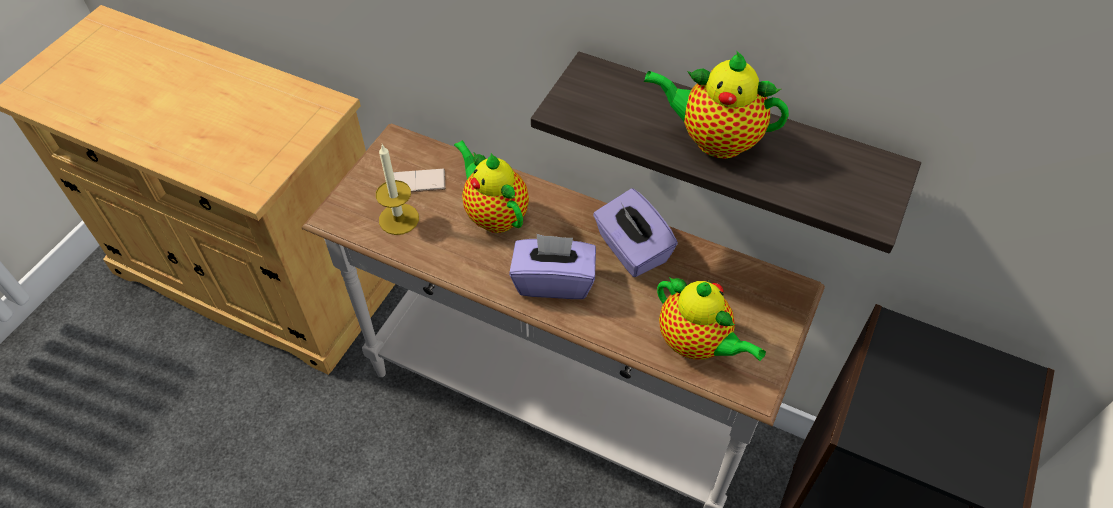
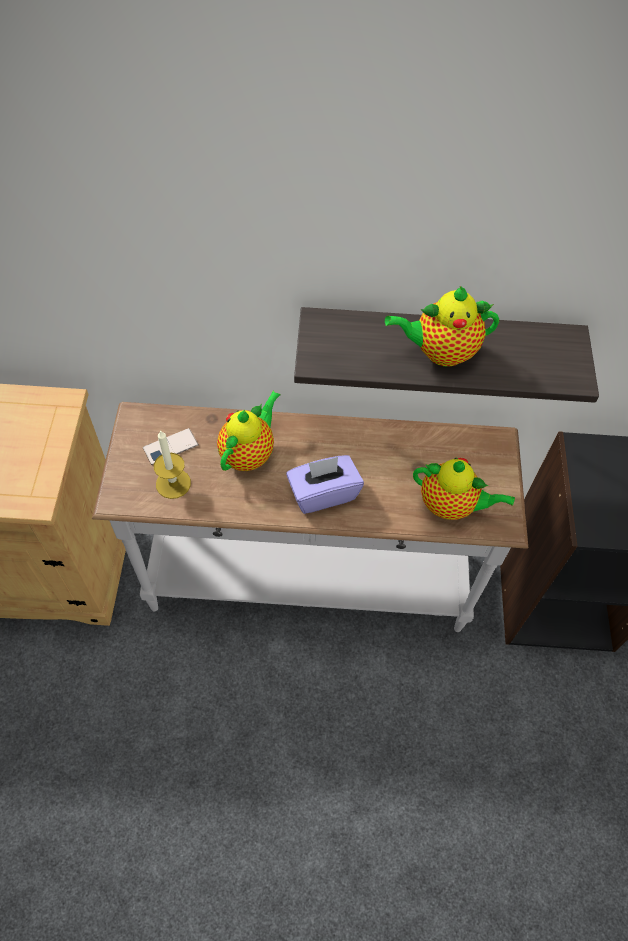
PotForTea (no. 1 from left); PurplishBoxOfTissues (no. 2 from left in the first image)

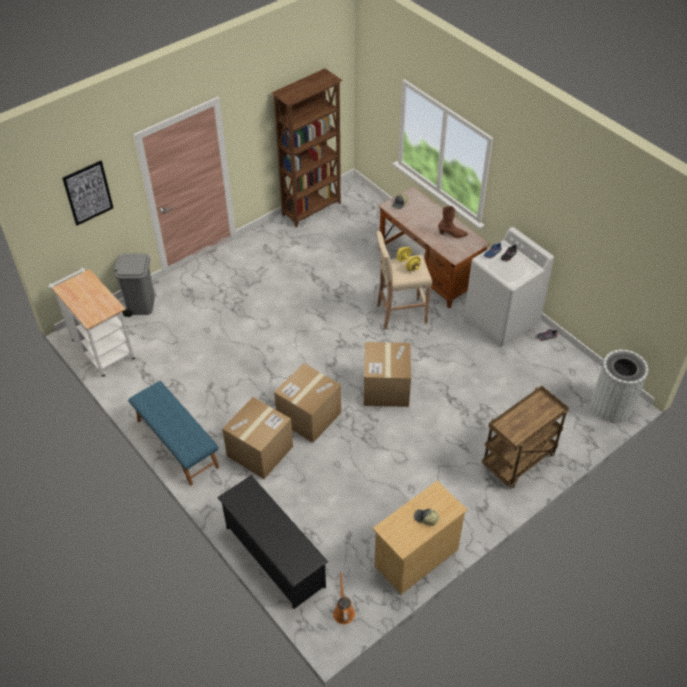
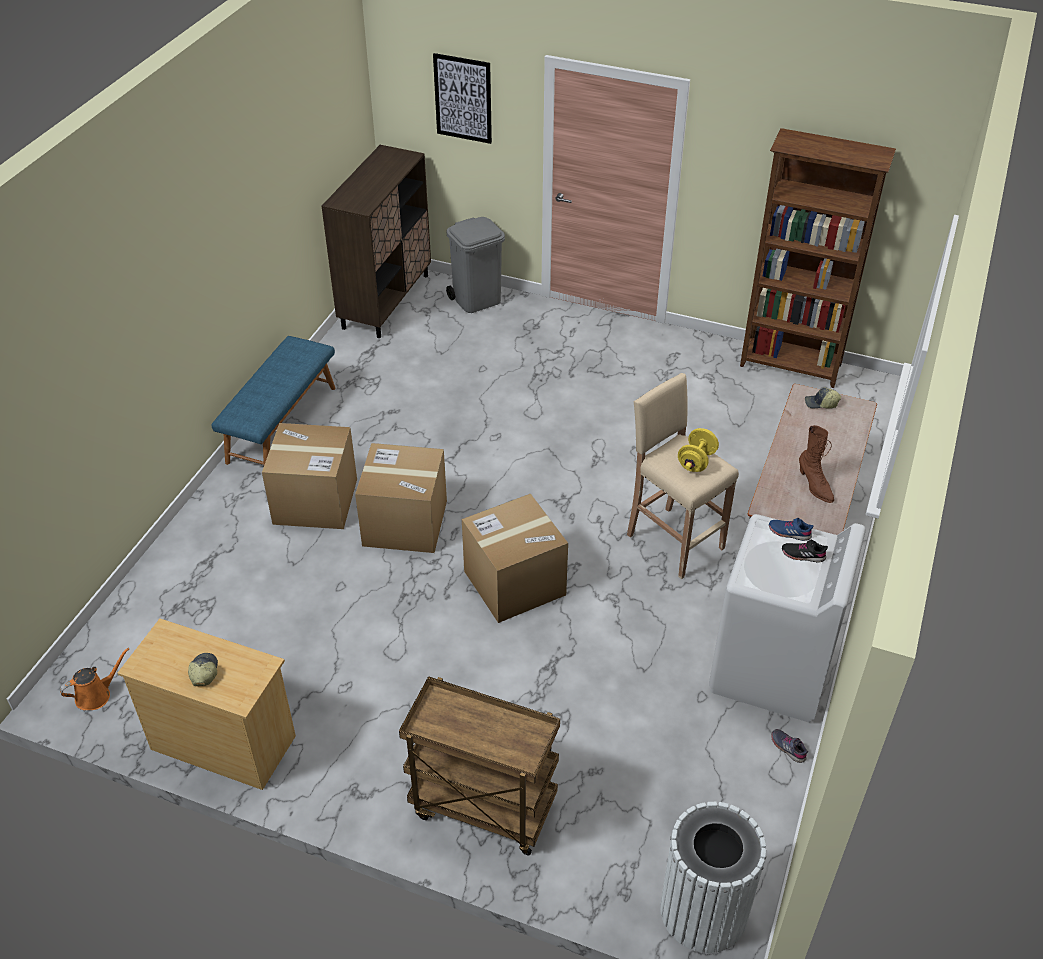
BrownCupboard; BlackShoeStand

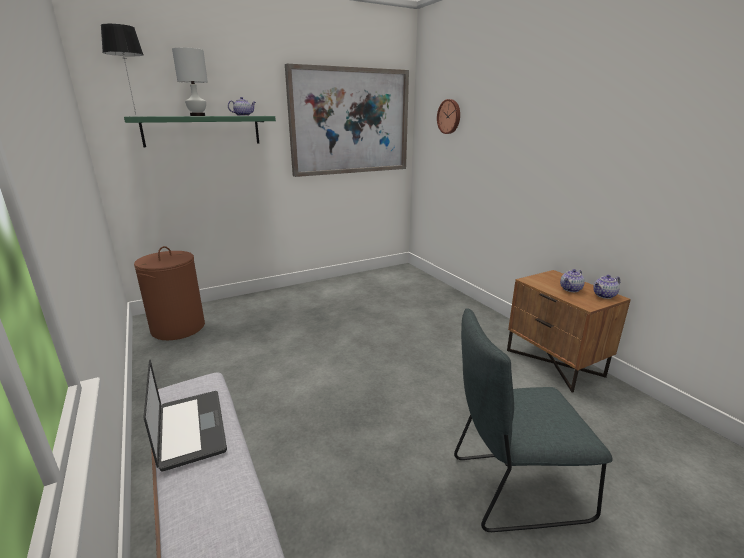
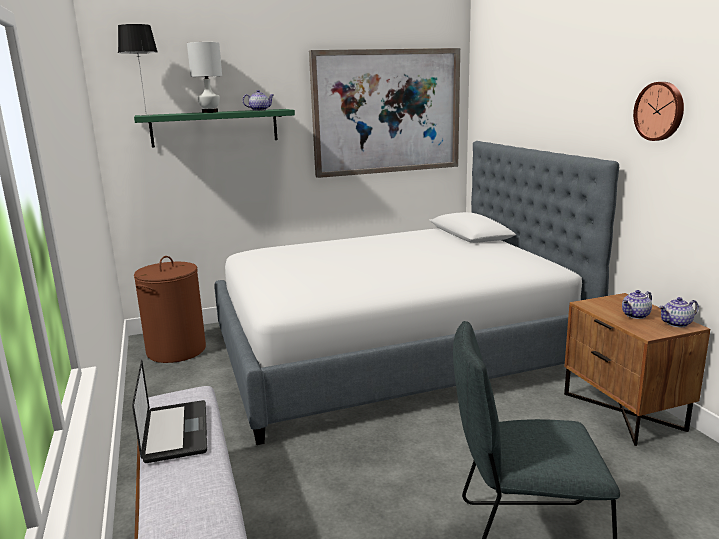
HangingClock; BedroomBed

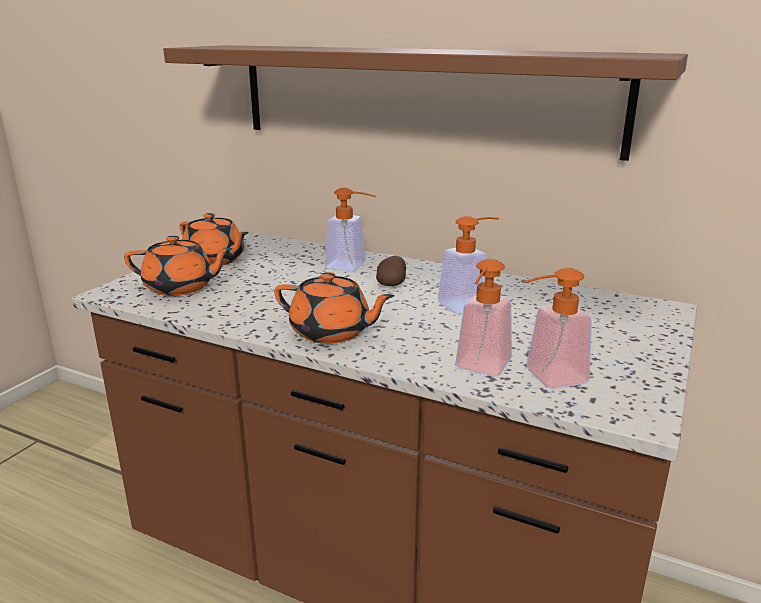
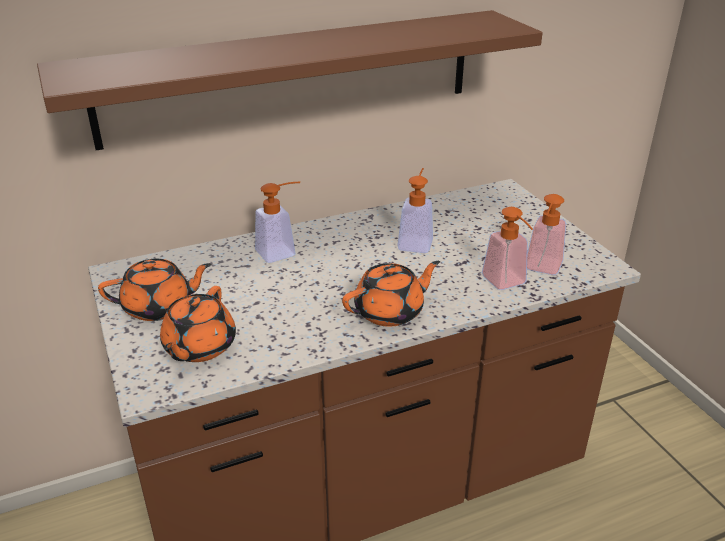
OrangeColouredPotForTea (no. 2 from left); Spud

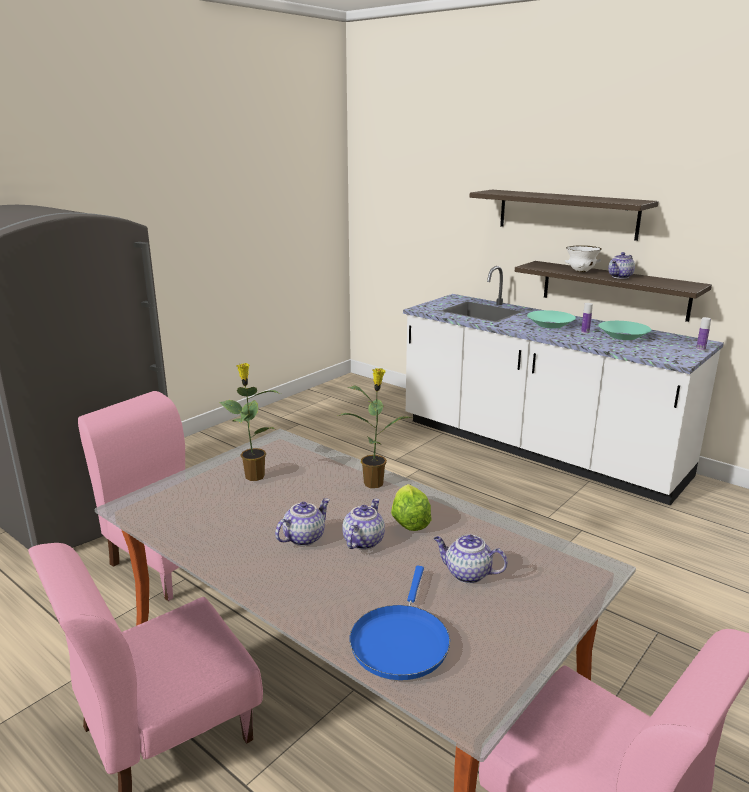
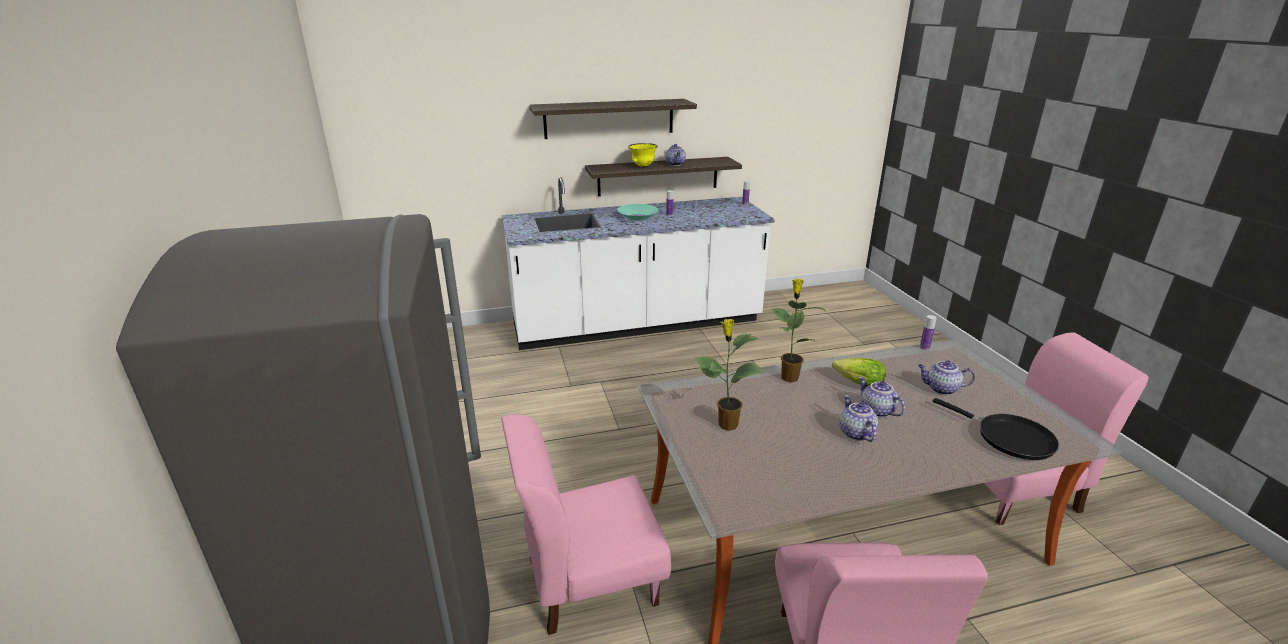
BlackFryingPan; PotForTea (no. 4 from left); YellowColouredServingBowl; TurquoiseServingBowl (no. 2 from left in the first image); Bottle (no. 3 from left)

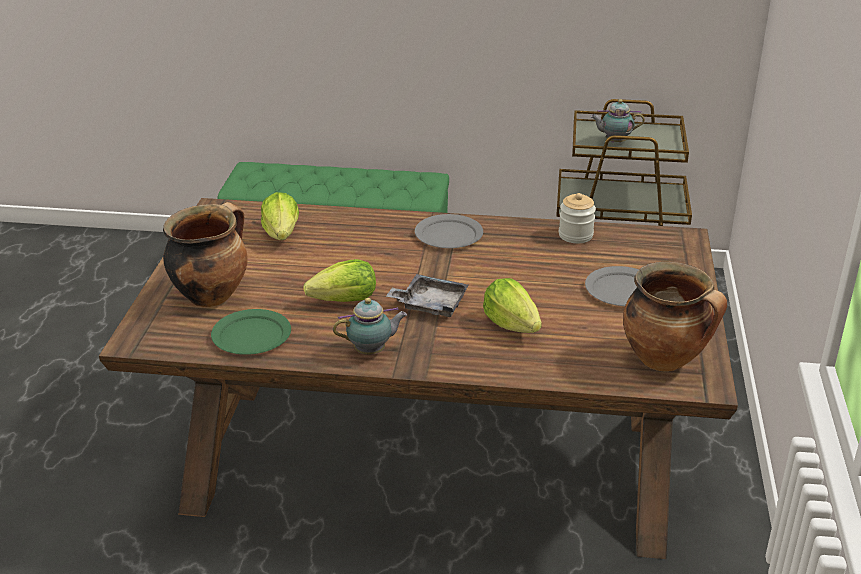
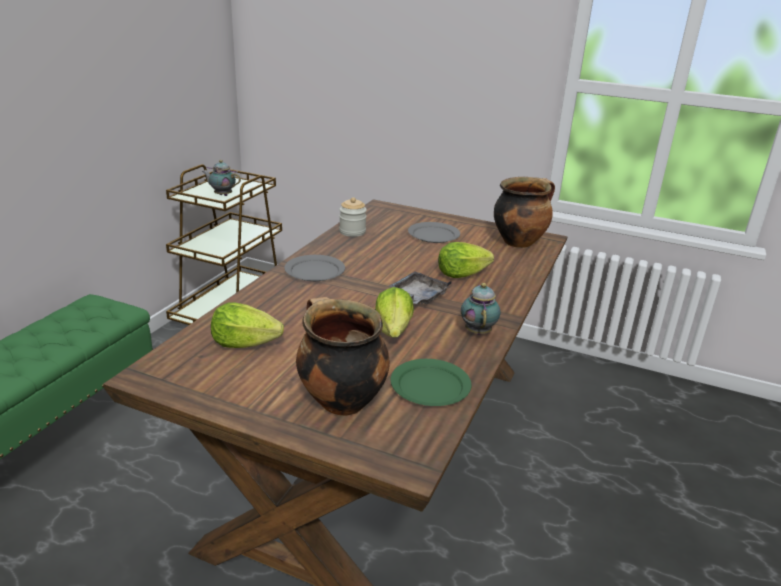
PotForTea (no. 1 from left)

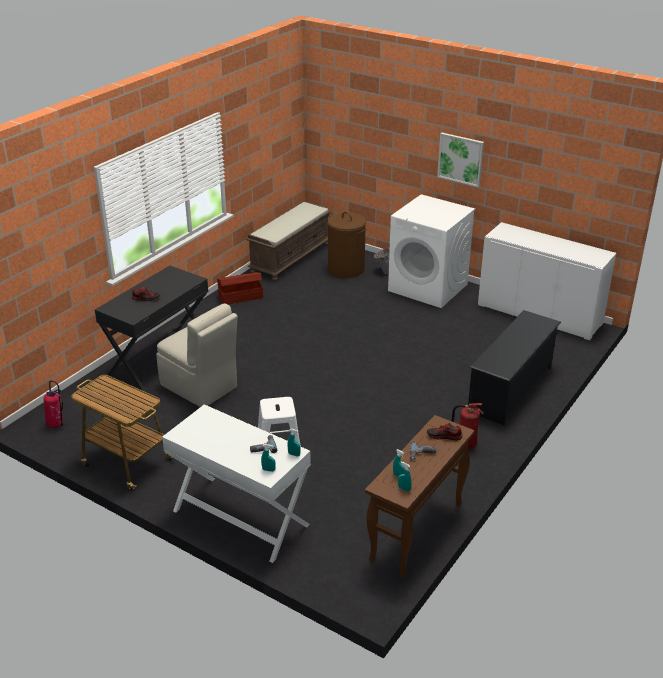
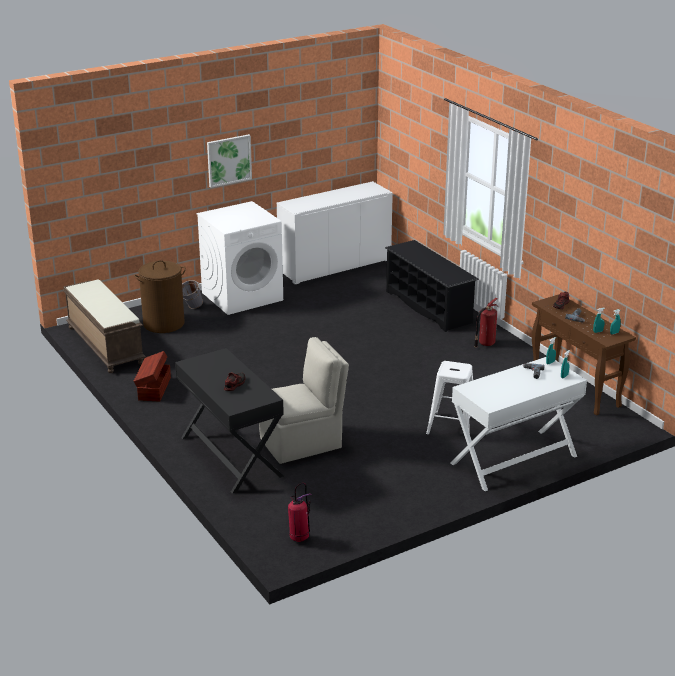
Trolley

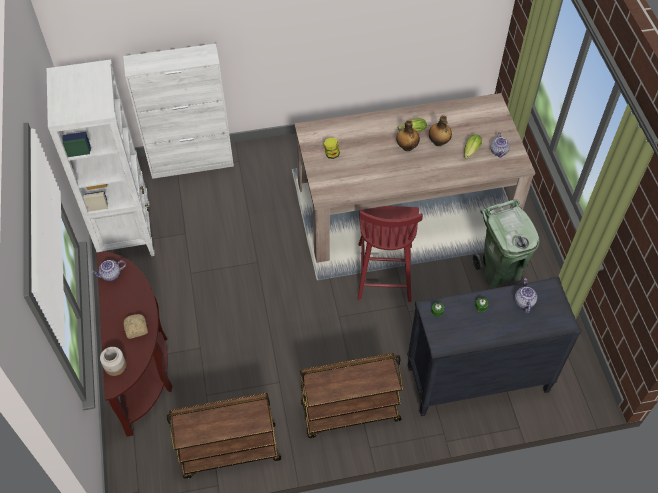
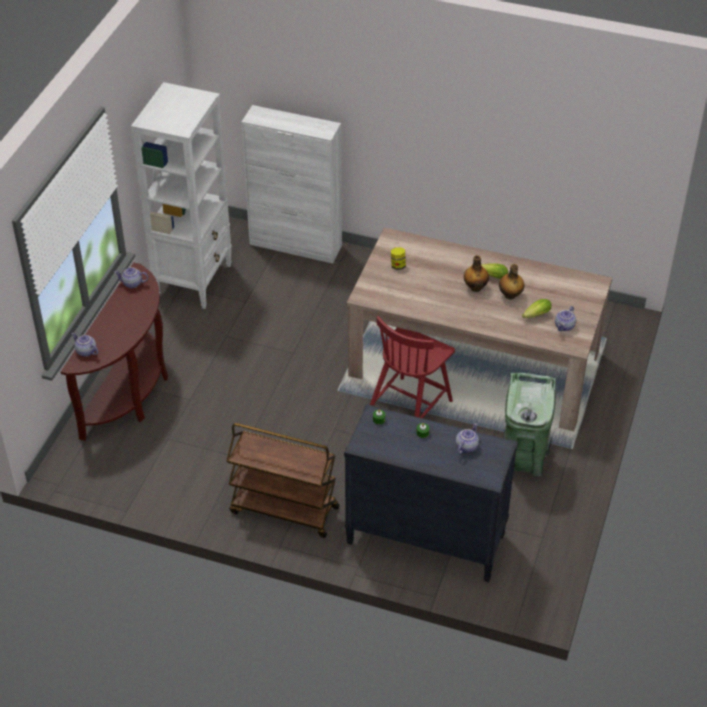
PotForTea (no. 1 from left); BakedBread; BrownTrolley (no. 1 from left in the first image)

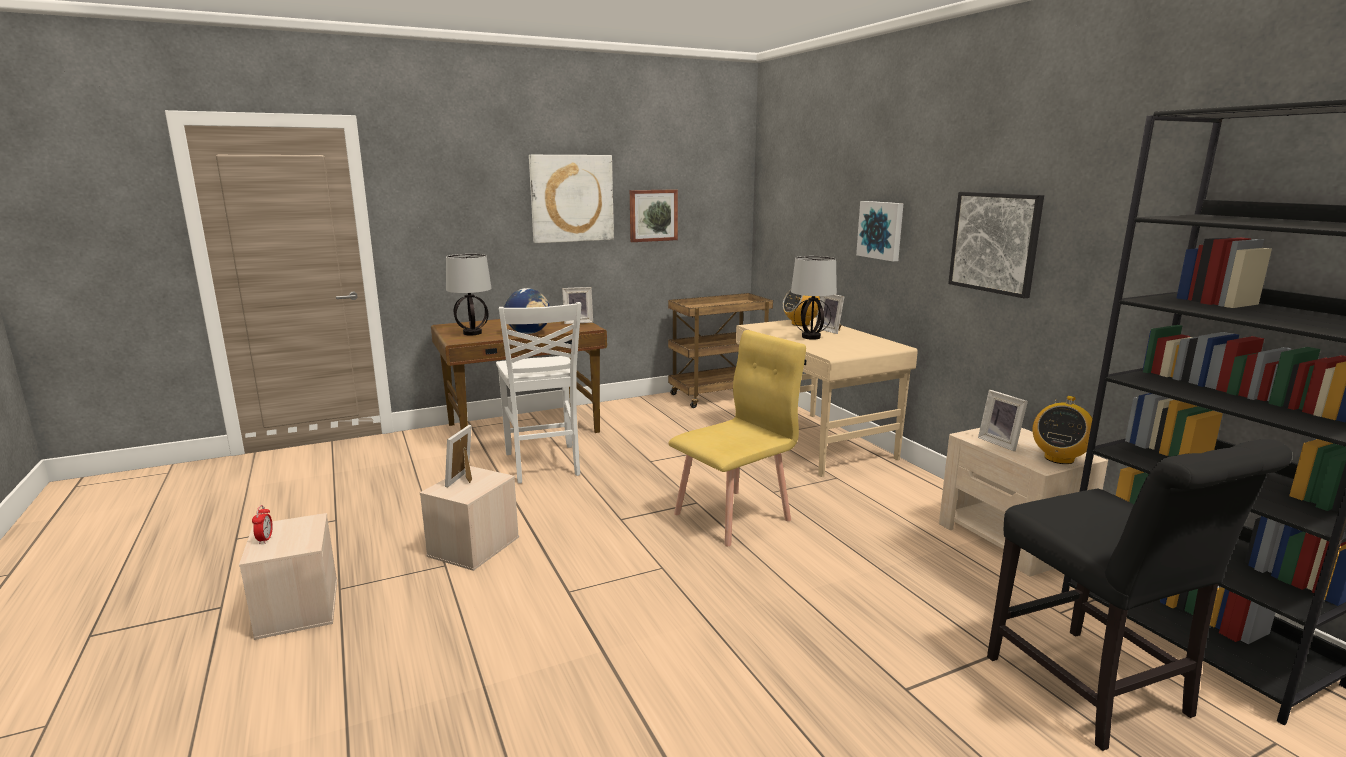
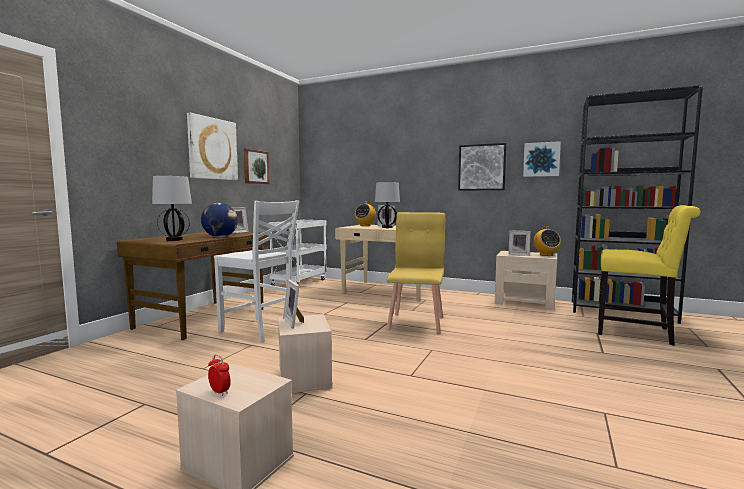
WhiteColouredTrolley; Picture (no. 4 from left); YellowColouredUprightChair (no. 2 from left)

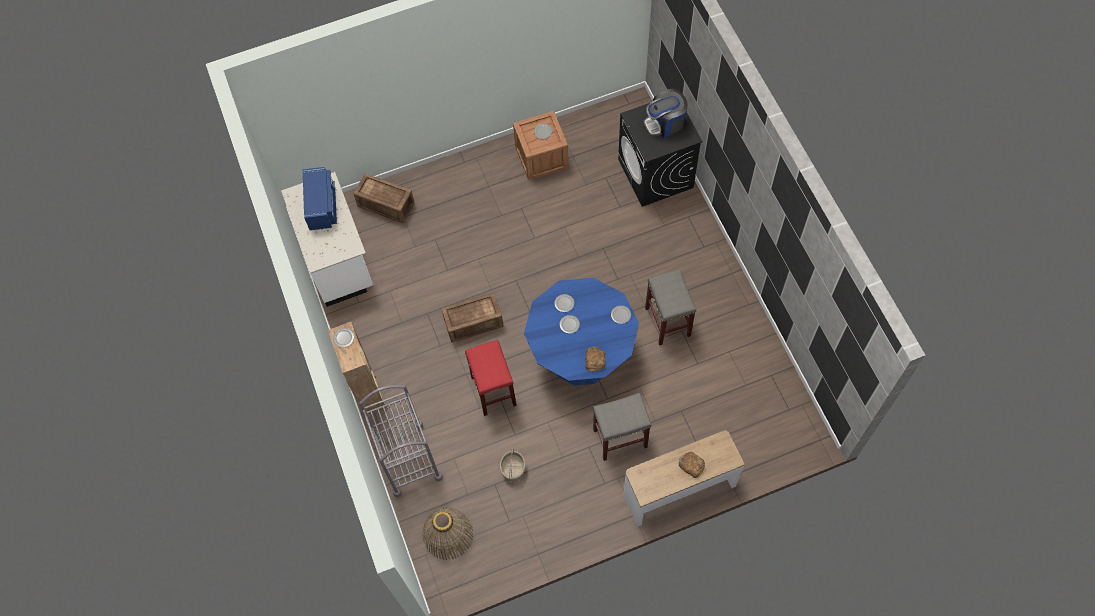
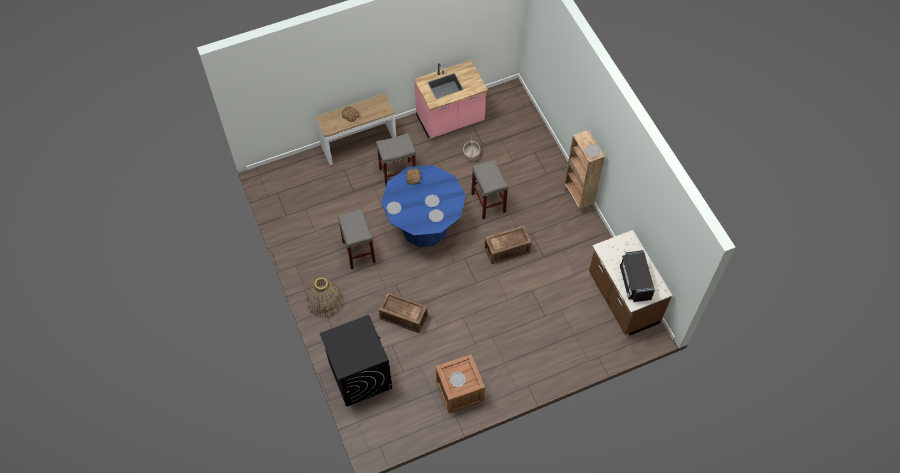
BrownCounter; BlackMicrowave; Crate (no. 1 from left); GreyTrolley; Basket (no. 1 from left); GreySittingStool (no. 3 from left); CoffeeMachine; PinkColouredCounter

